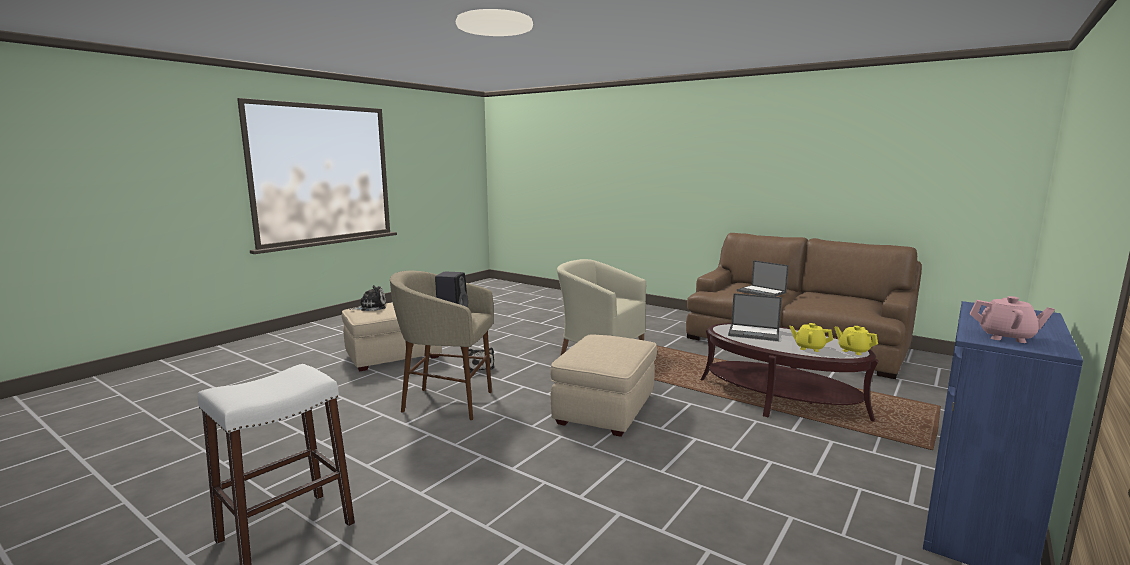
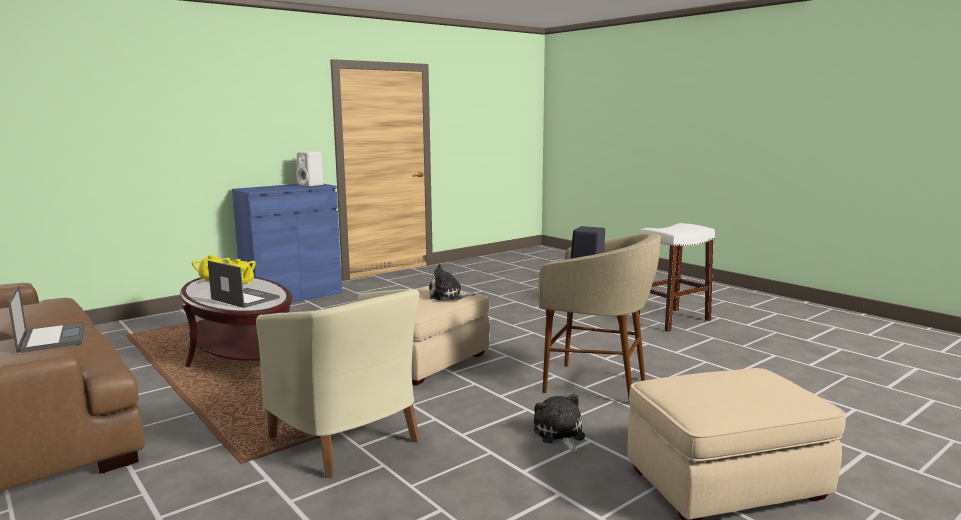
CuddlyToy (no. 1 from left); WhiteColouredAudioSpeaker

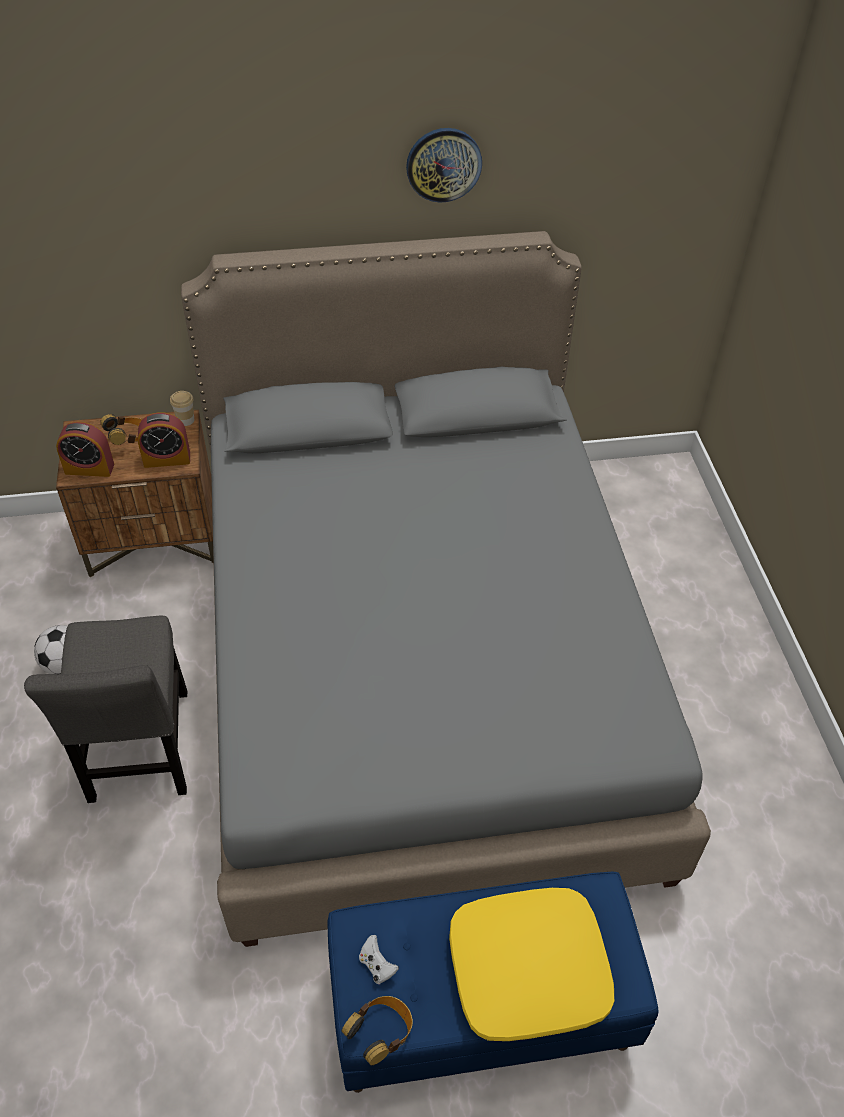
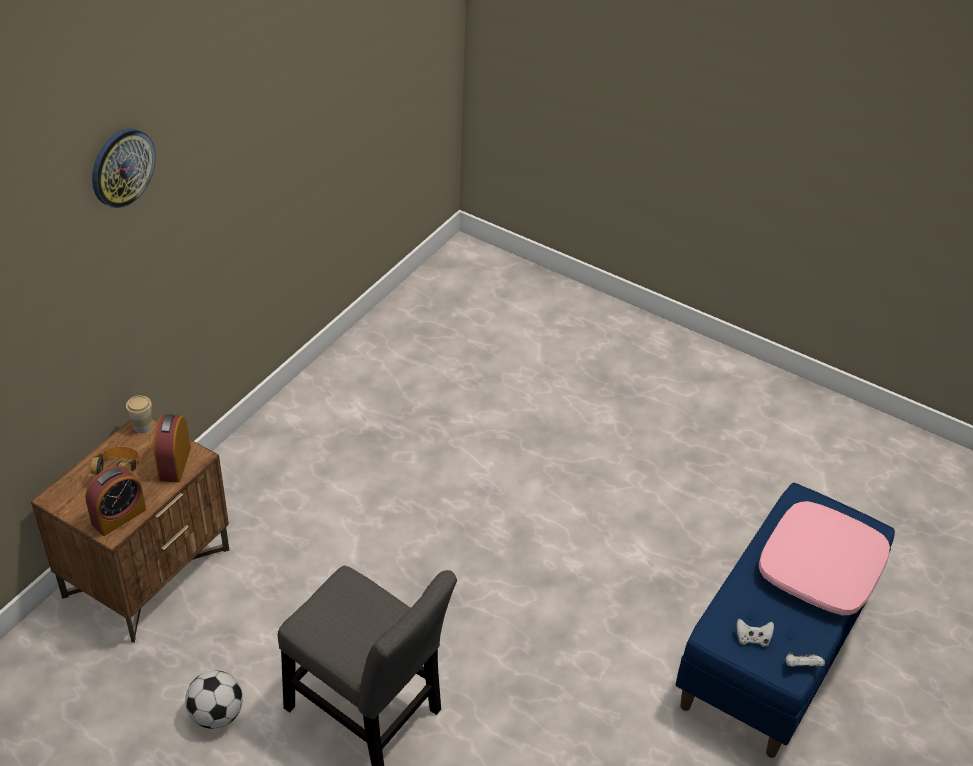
BedsideClock (no. 2 from left); GreyBedroomBed; WhiteColouredGameController (no. 2 from left); HangingClock; PinkColouredThrowPillow

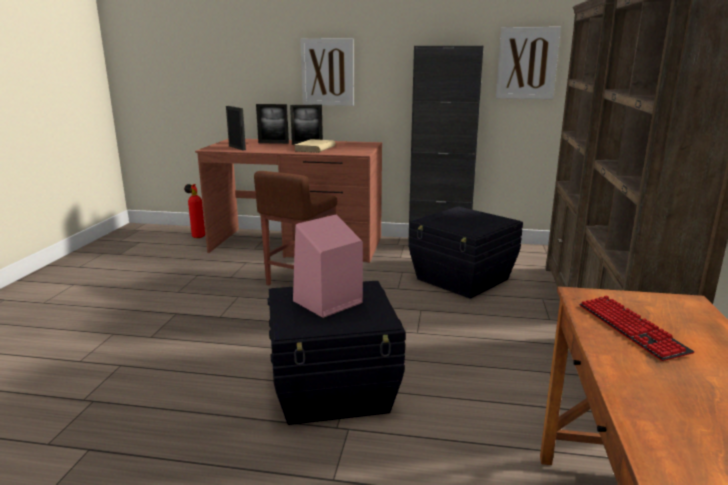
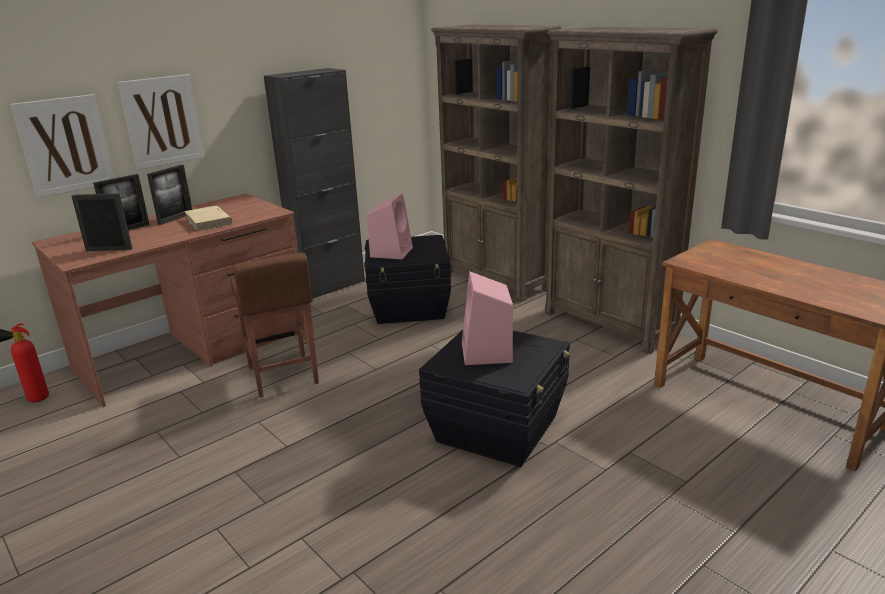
Picture (no. 1 from left); PcKeyboard; PinkColouredAudioSpeaker (no. 1 from left)

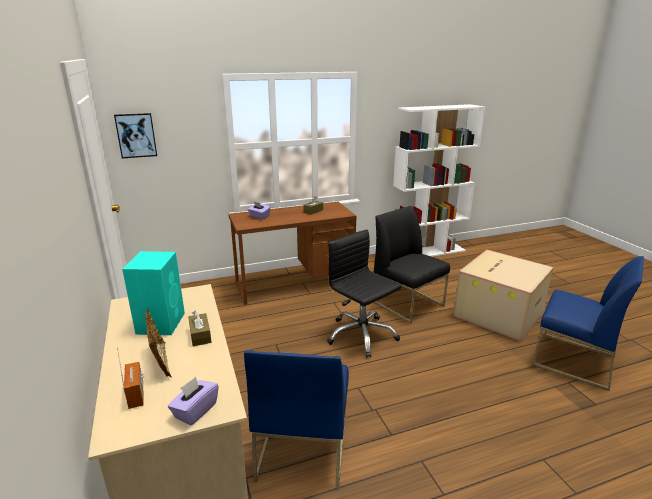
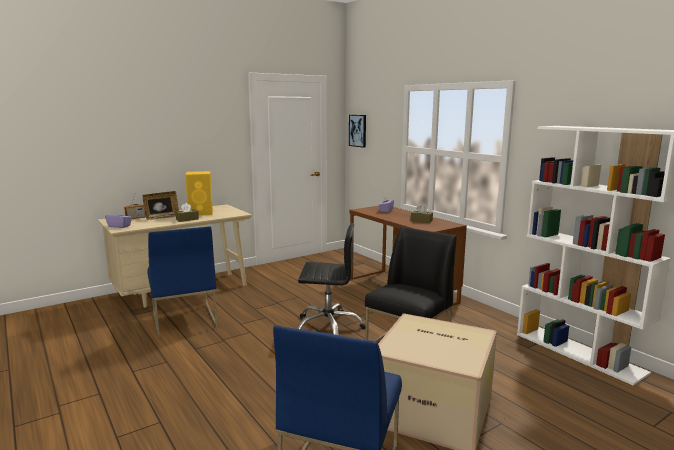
YellowColouredAudioSpeaker; BlueUprightChair (no. 1 from left); BlackOfficeChair

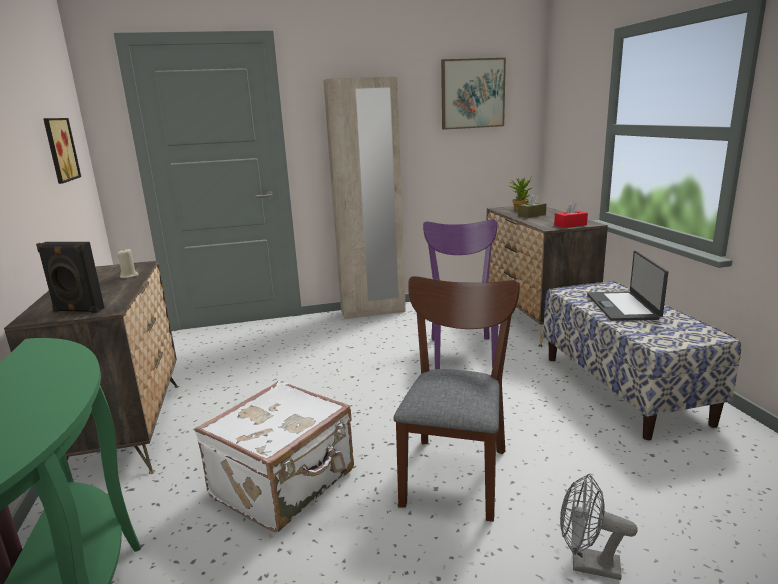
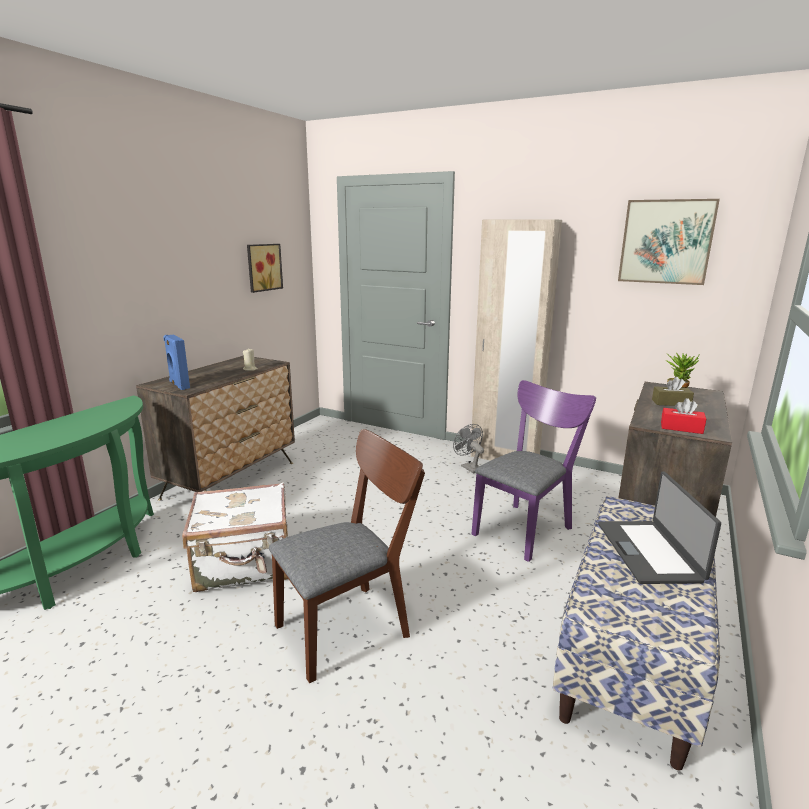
BlueAudioSpeaker; GreyFan; PortableComputer

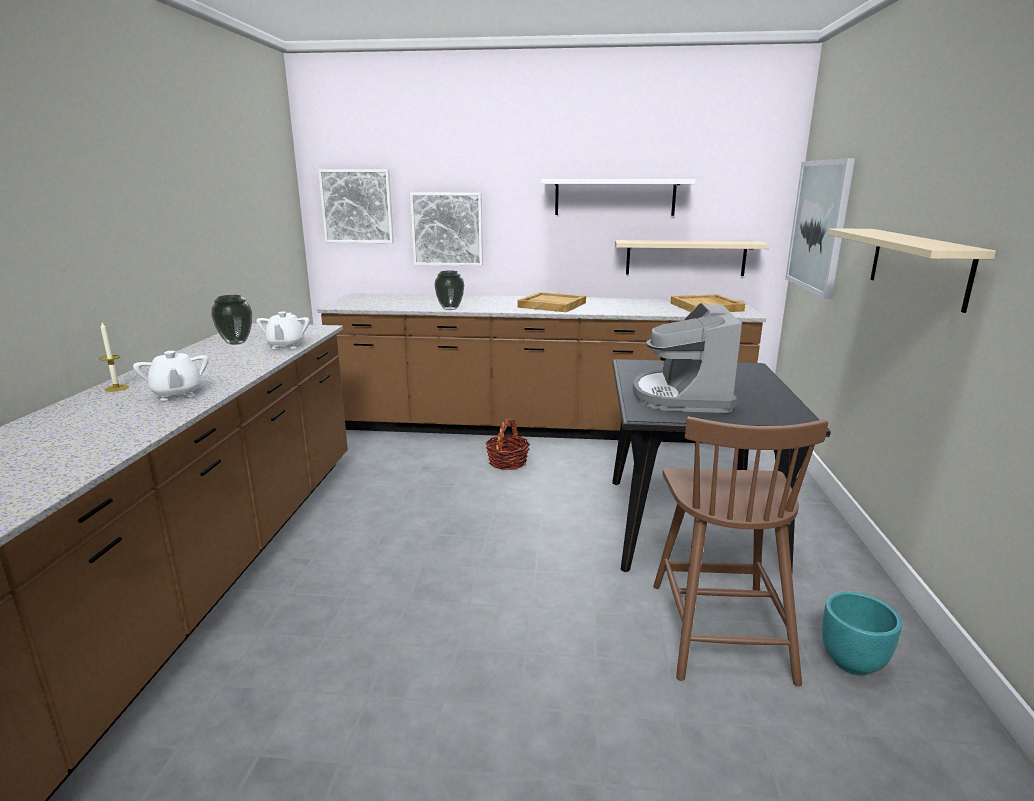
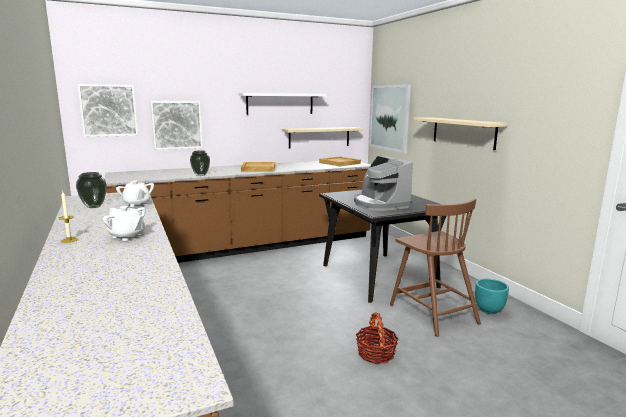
Basket

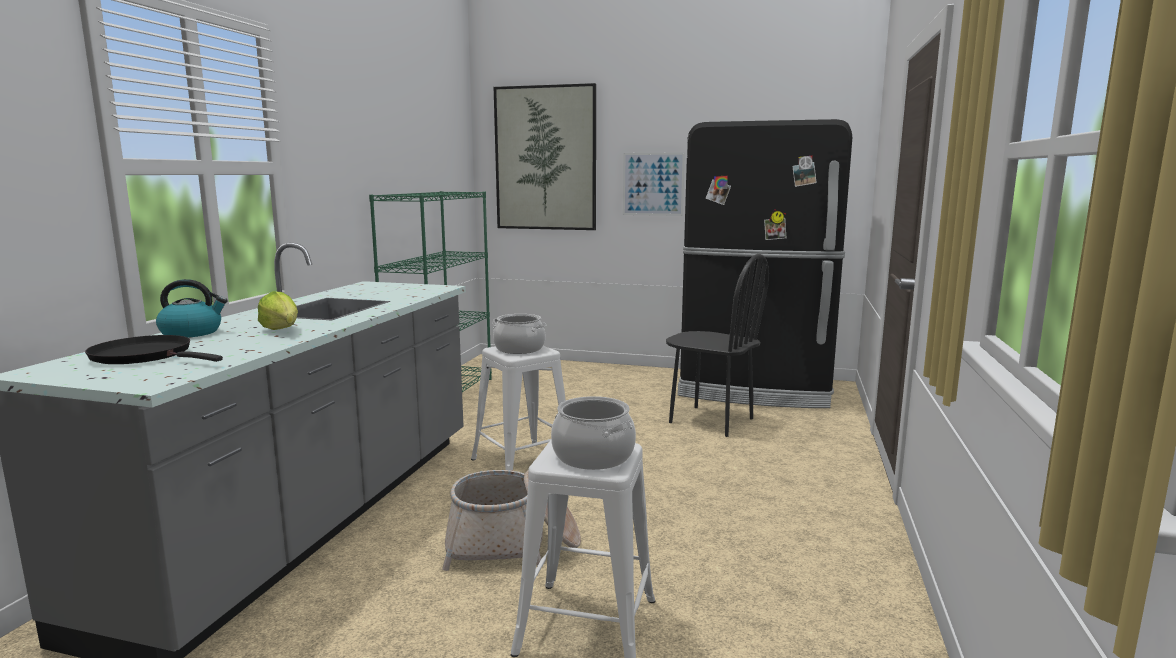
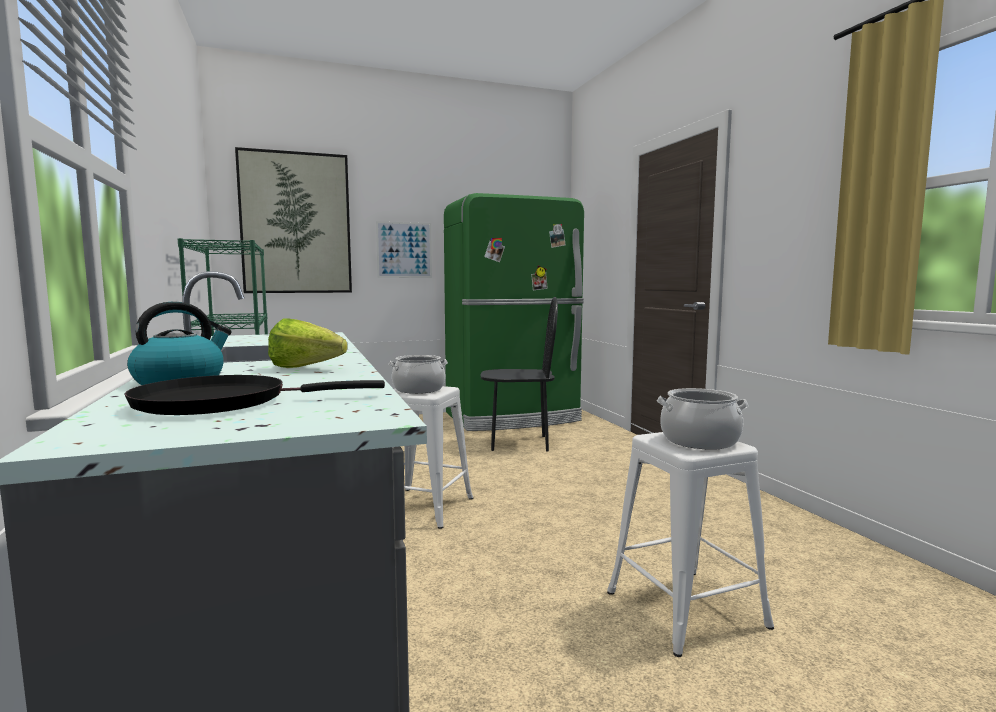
Basket; GreenishFridge

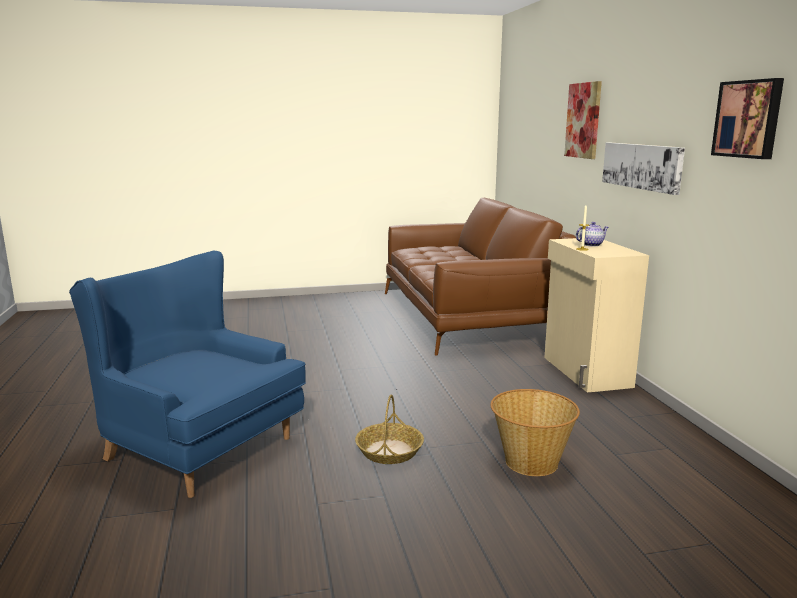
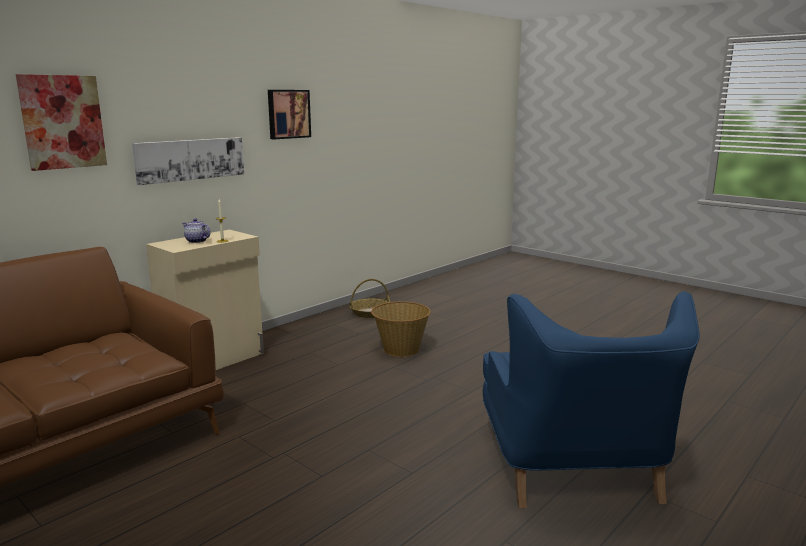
Basket (no. 1 from left)

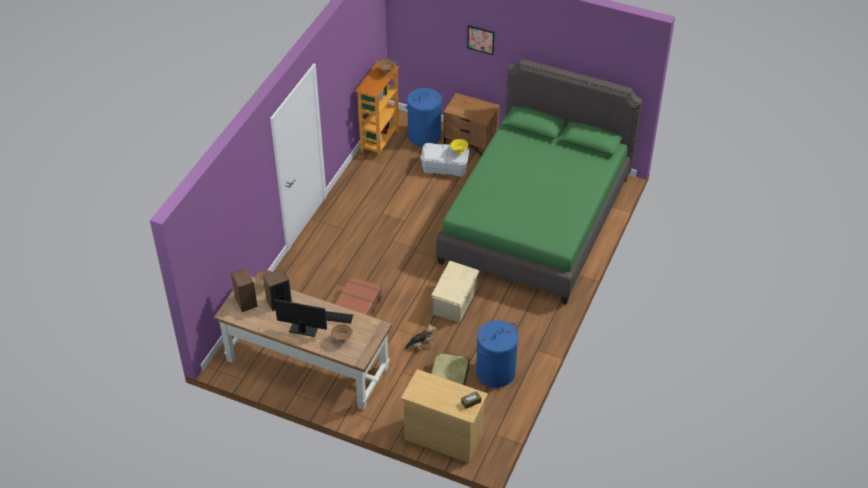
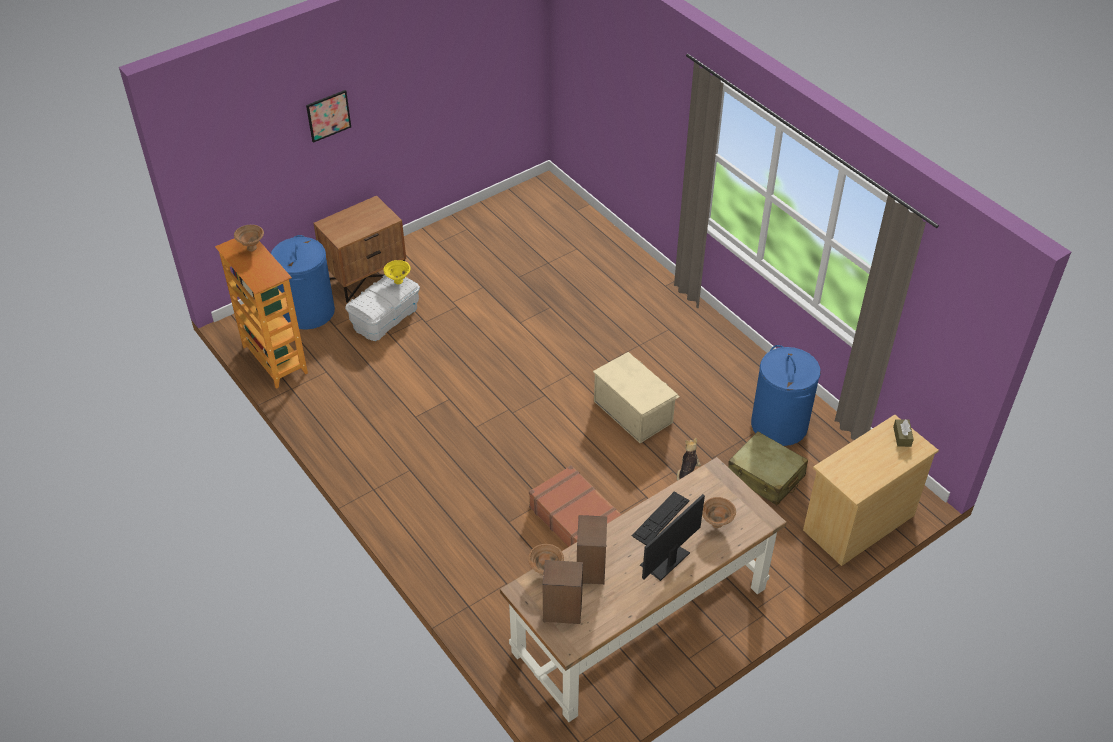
GreenishBedroomBed

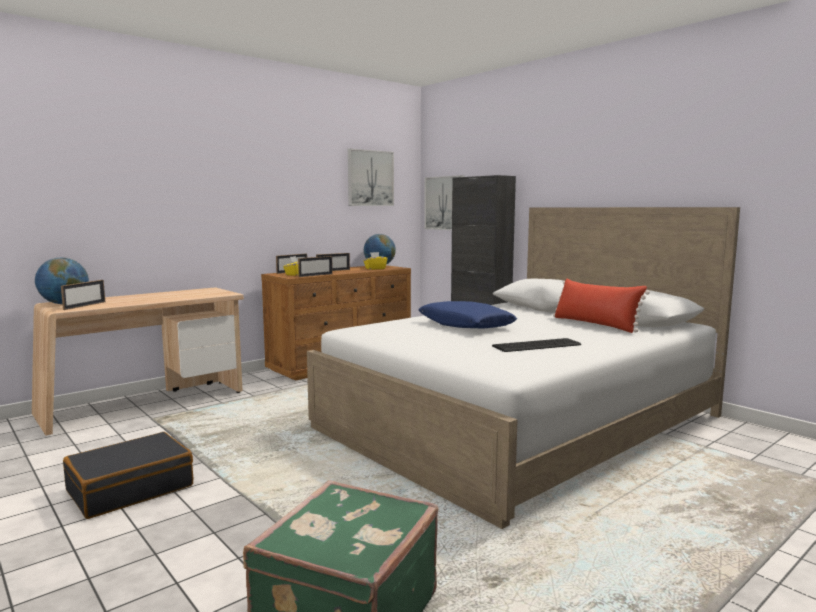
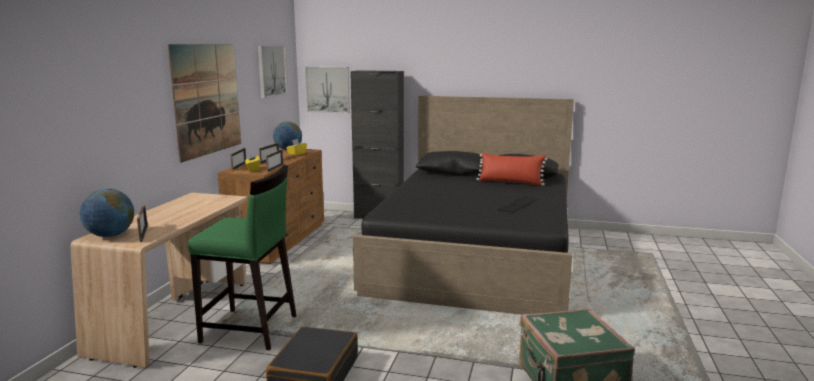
BlackBedroomBed; BlueThrowPillow; Picture (no. 1 from left); GreenishSittingStool

